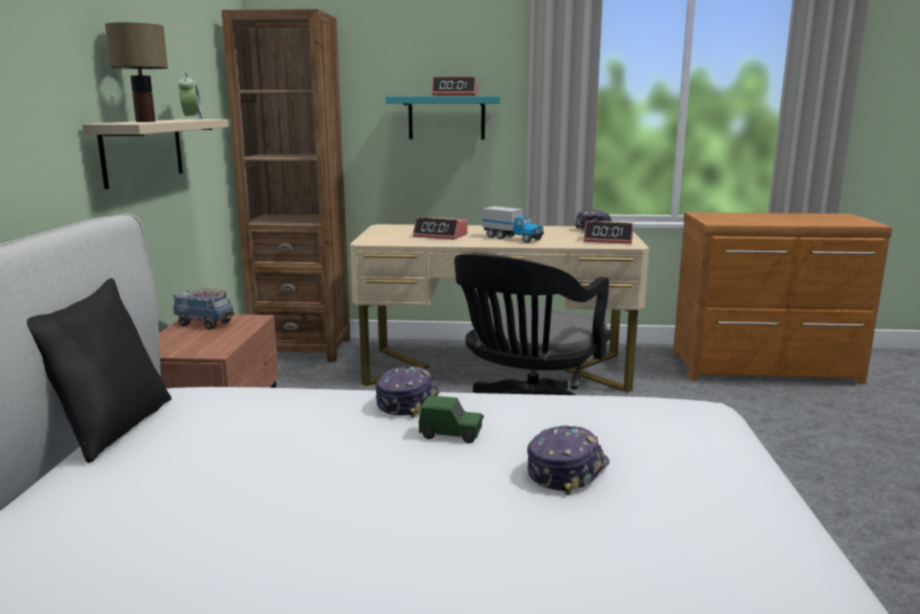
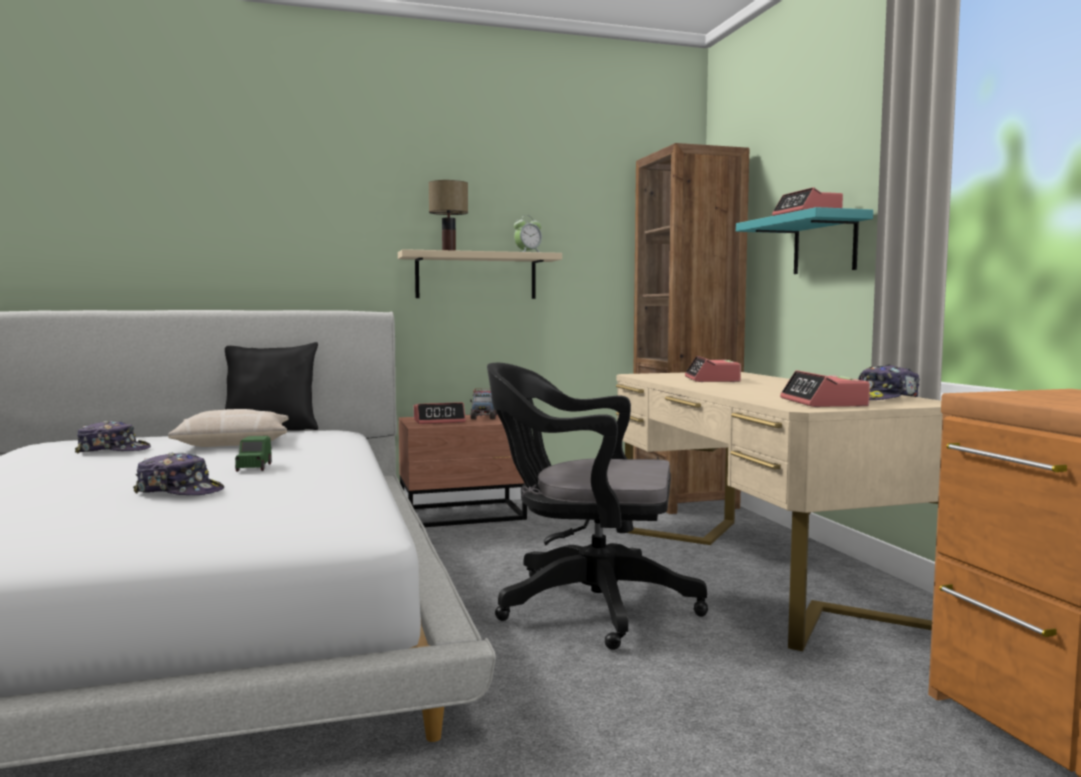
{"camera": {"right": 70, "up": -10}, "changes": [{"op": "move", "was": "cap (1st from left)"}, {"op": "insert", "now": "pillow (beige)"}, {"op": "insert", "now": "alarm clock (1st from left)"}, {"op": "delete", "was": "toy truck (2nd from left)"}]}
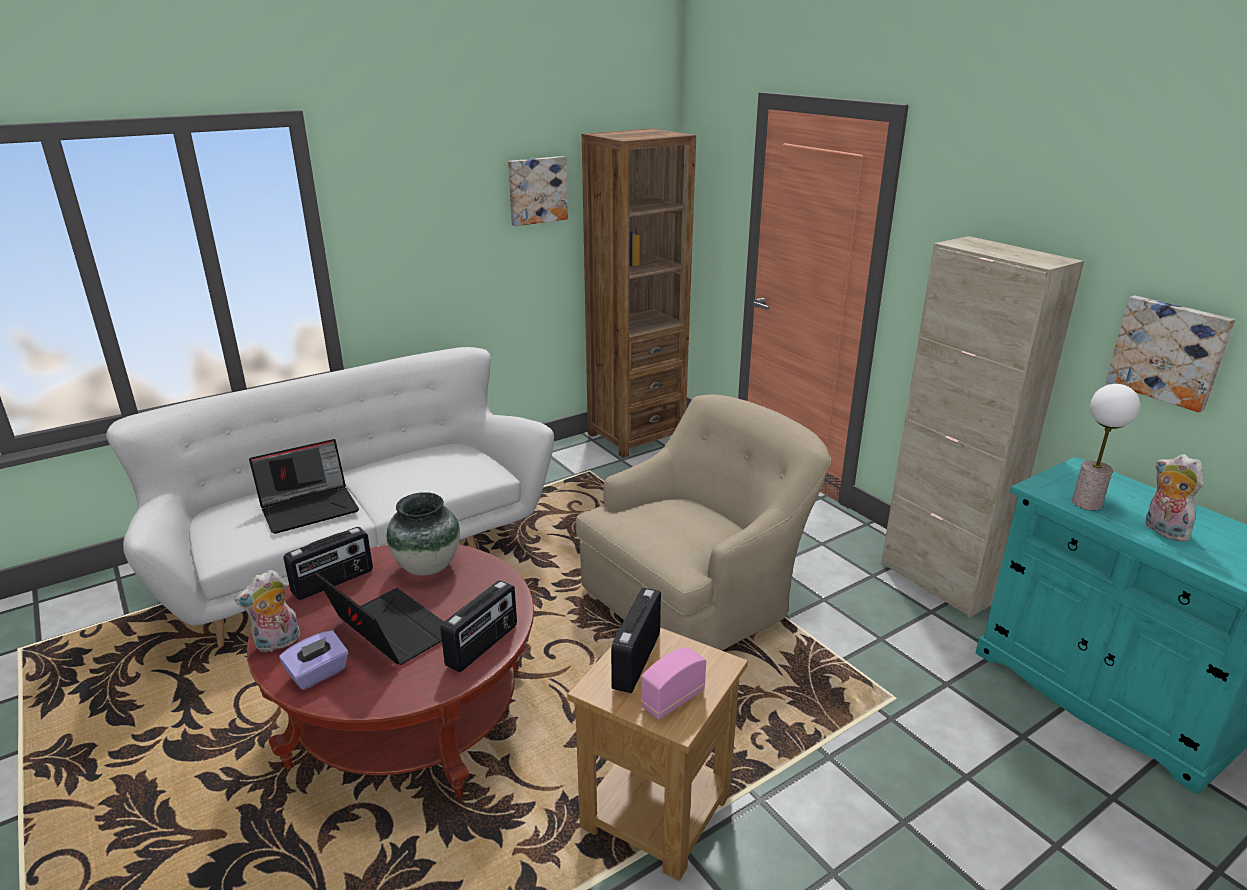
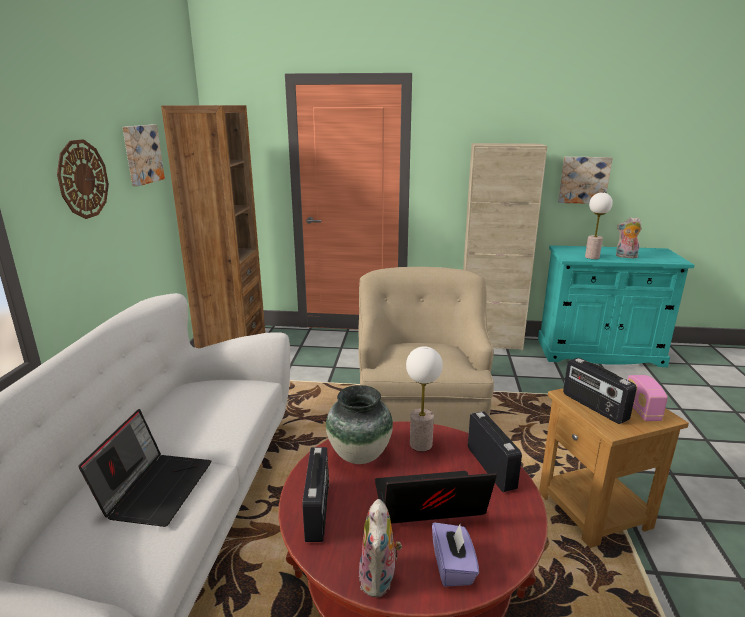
{"camera": {"right": -50, "up": -5}, "changes": [{"op": "insert", "now": "wall clock"}, {"op": "insert", "now": "table lamp (1st from left)"}]}
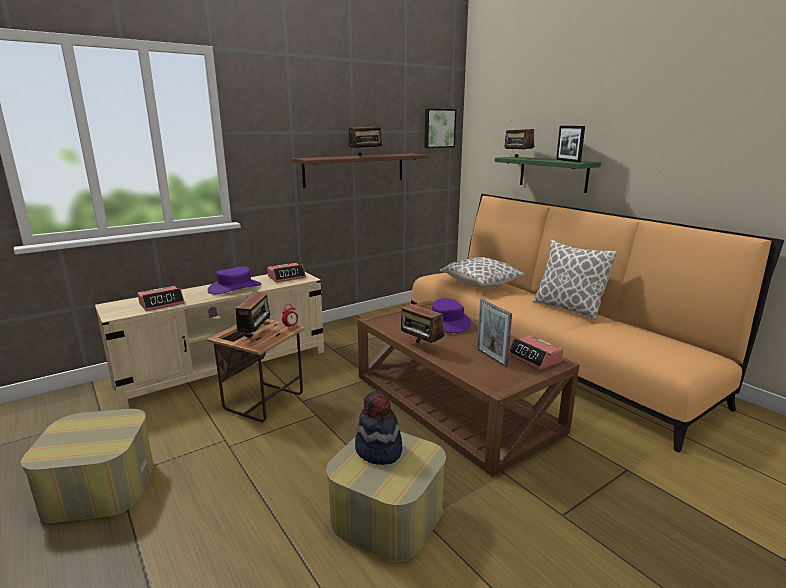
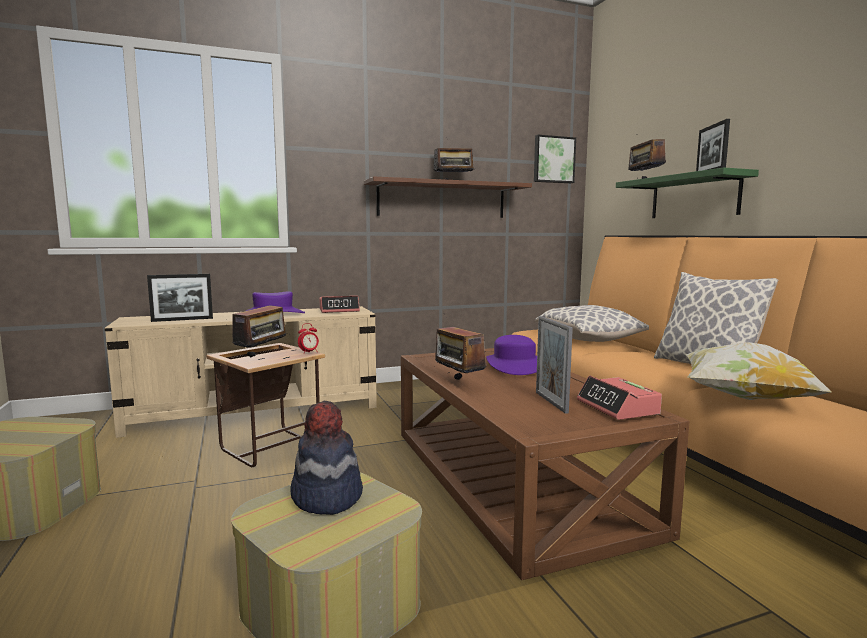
{"camera": {"right": 15, "up": -10}, "changes": [{"op": "replace", "was": "alarm clock (1st from left)", "now": "picture frame (1st from left)"}, {"op": "insert", "now": "pillow (3rd from left)"}]}
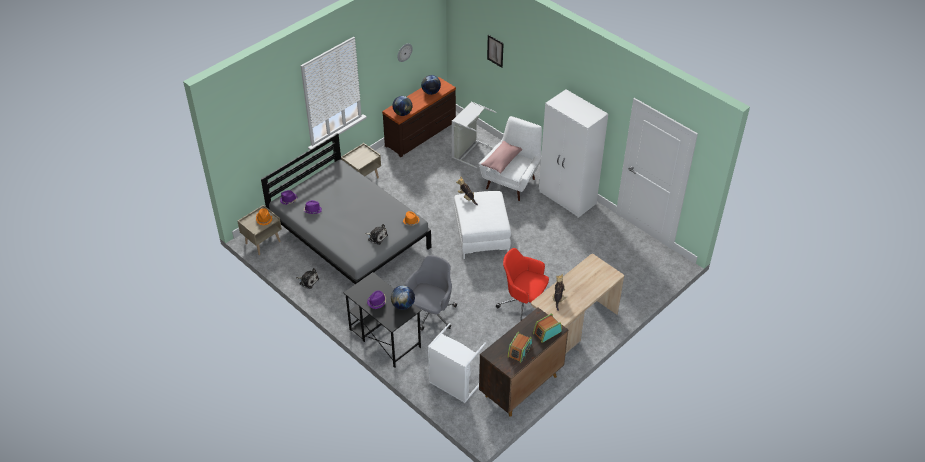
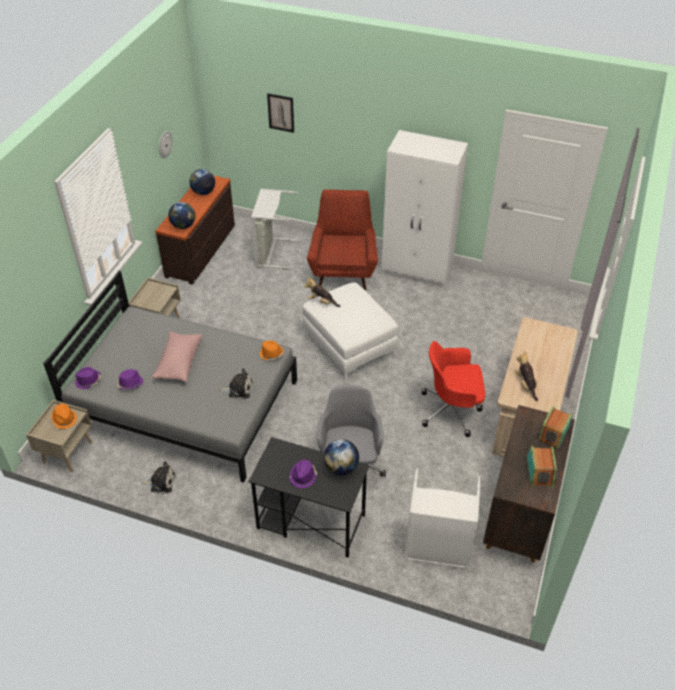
{"camera": {"right": -25, "up": 0}, "changes": [{"op": "move", "was": "pillow (pink)"}, {"op": "recolor", "was": "armchair (white)", "now": "armchair (red)"}]}
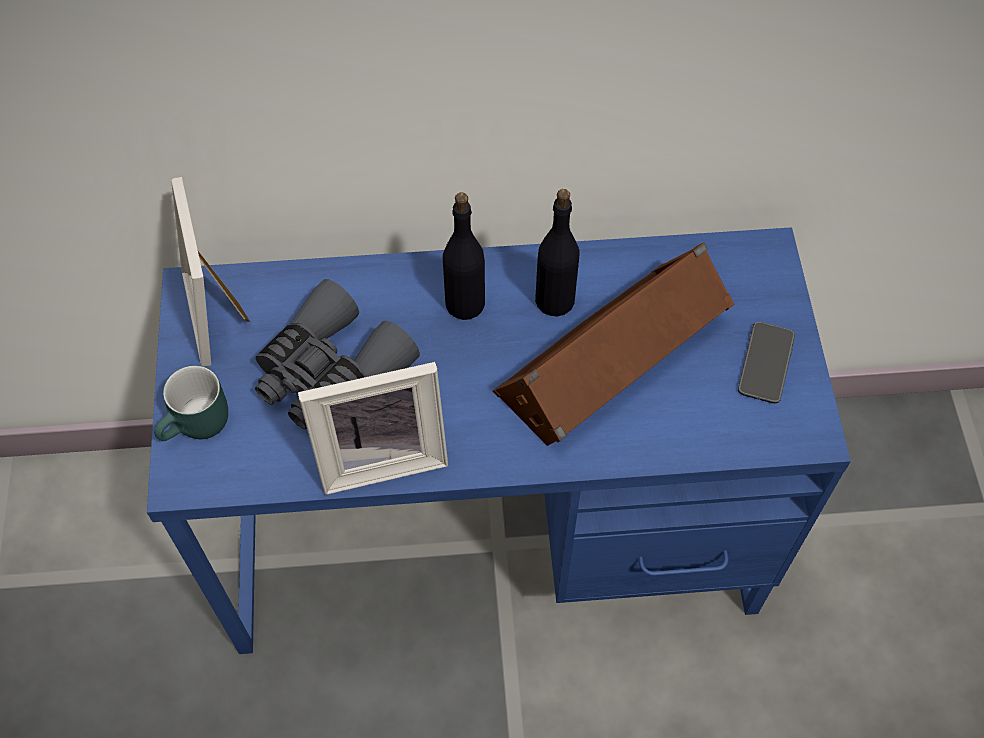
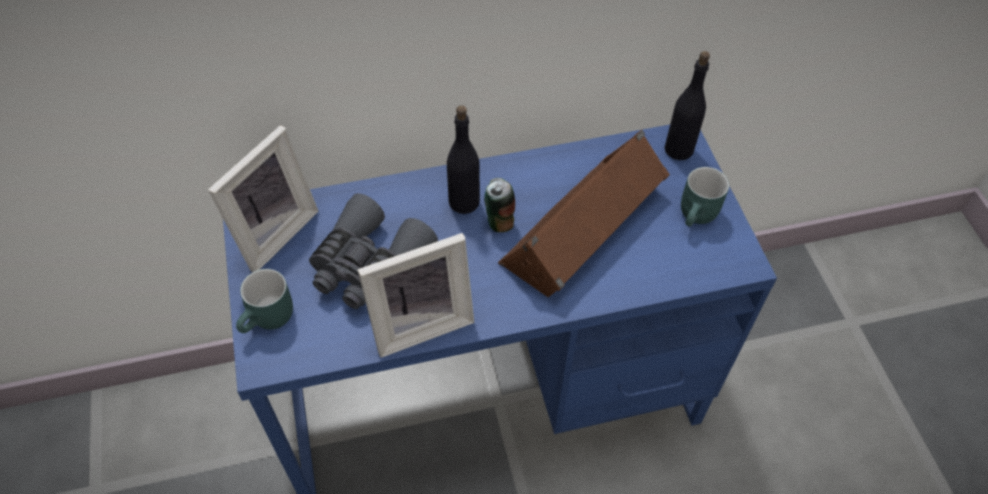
{"camera": {"right": -10, "up": -5}, "changes": [{"op": "rotate", "was": "picture frame (1st from left)", "clockwise": -120}, {"op": "insert", "now": "can"}, {"op": "move", "was": "bottle (black) (2nd from left)"}, {"op": "replace", "was": "phone", "now": "mug (turquoise) (2nd from left)"}]}
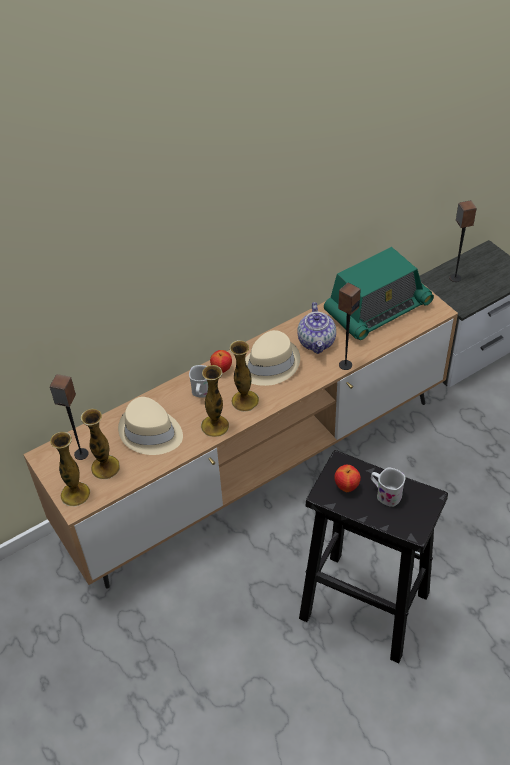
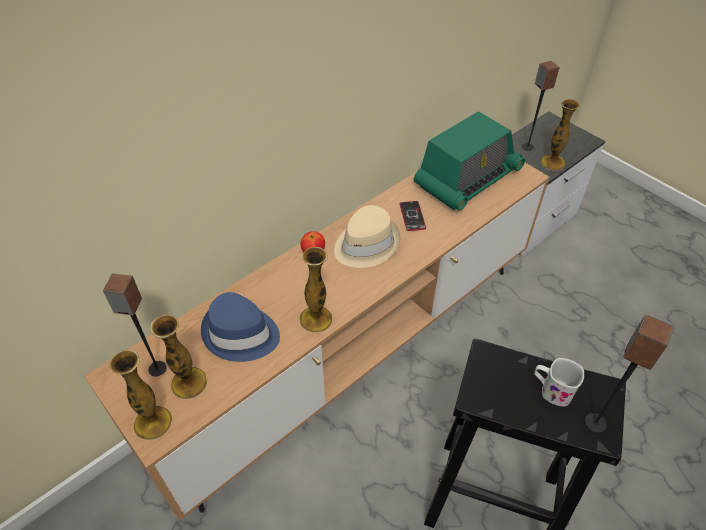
{"camera": {"right": -10, "up": 0}, "changes": [{"op": "recolor", "was": "hat (beige) (1st from left)", "now": "hat (blue)"}, {"op": "replace", "was": "teapot", "now": "phone"}, {"op": "move", "was": "vase (4th from left)"}, {"op": "move", "was": "speaker (2nd from left in the first image)", "now": "speaker (3rd from left)"}, {"op": "delete", "was": "mug (white) (1st from left)"}, {"op": "delete", "was": "apple (2nd from left)"}]}
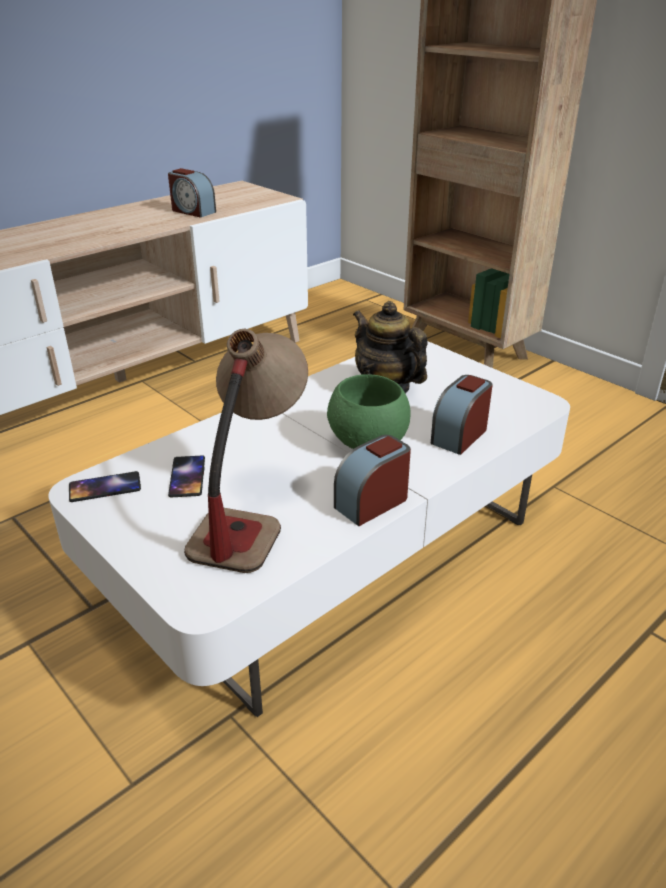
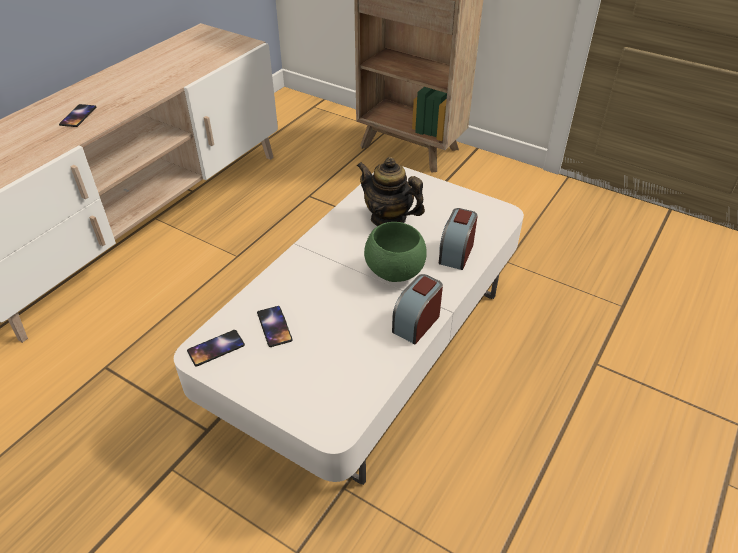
{"camera": {"right": -15, "up": 10}, "changes": [{"op": "insert", "now": "phone (1st from left)"}, {"op": "delete", "was": "alarm clock (1st from left)"}, {"op": "delete", "was": "table lamp"}]}
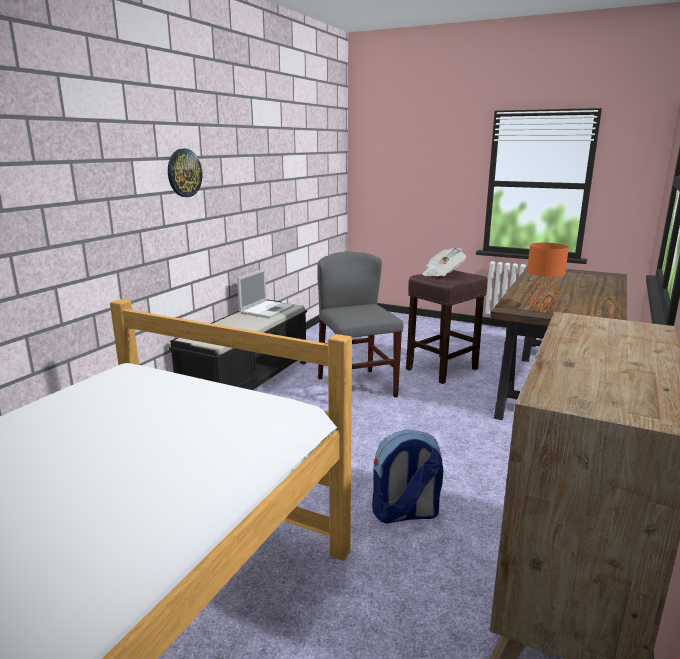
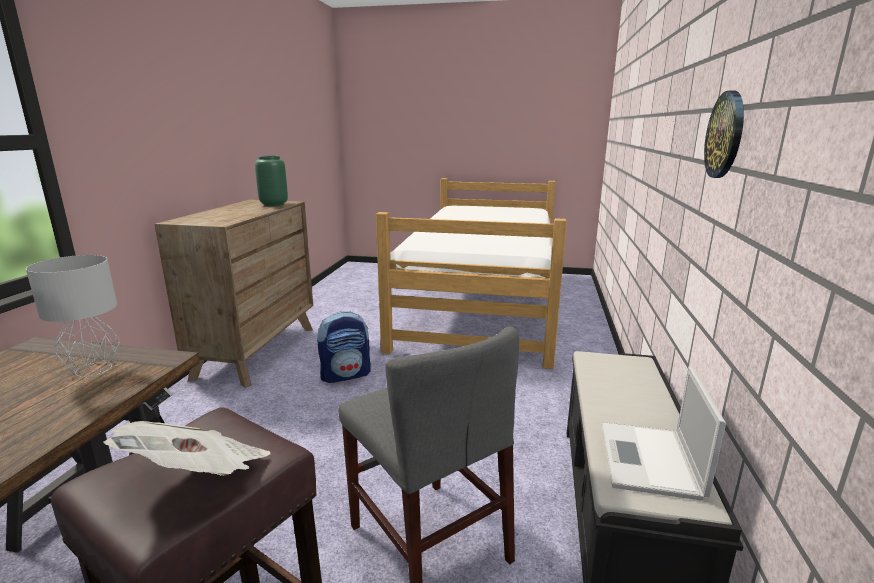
{"camera": {"right": 165, "up": 0}, "changes": [{"op": "recolor", "was": "table lamp (orange)", "now": "table lamp (grey)"}, {"op": "insert", "now": "vase (green)"}]}
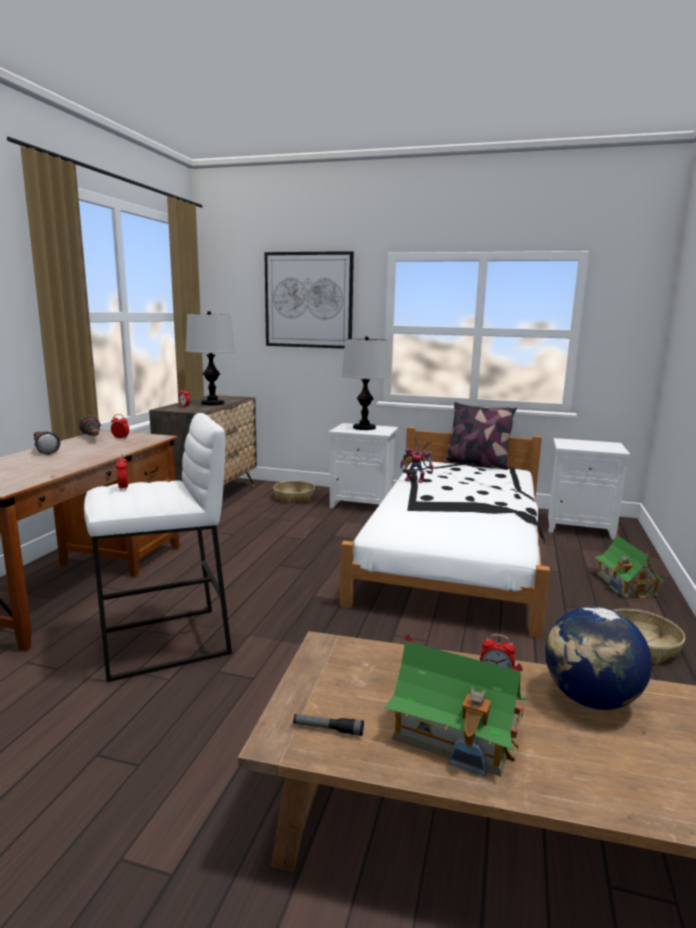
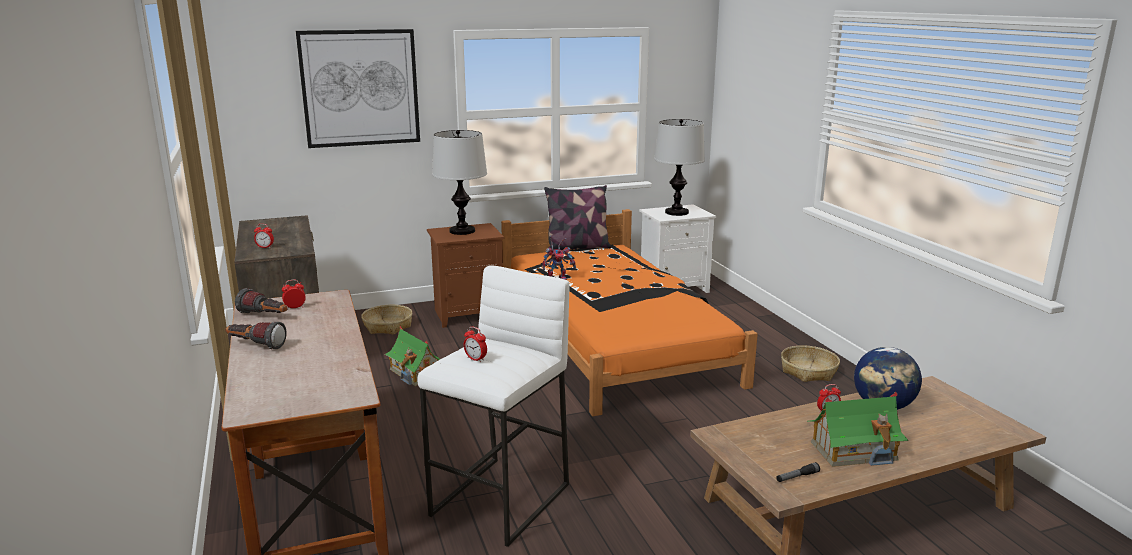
{"camera": {"right": -35, "up": 5}, "changes": [{"op": "move", "was": "toy house (2nd from left in the first image)", "now": "toy house (1st from left)"}, {"op": "recolor", "was": "nightstand (white) (1st from left)", "now": "nightstand (brown)"}, {"op": "recolor", "was": "bed (white)", "now": "bed (orange)"}, {"op": "move", "was": "table lamp (1st from left in the first image)", "now": "table lamp (2nd from left)"}]}
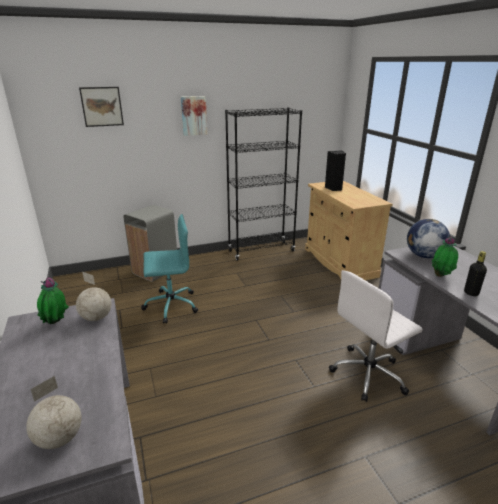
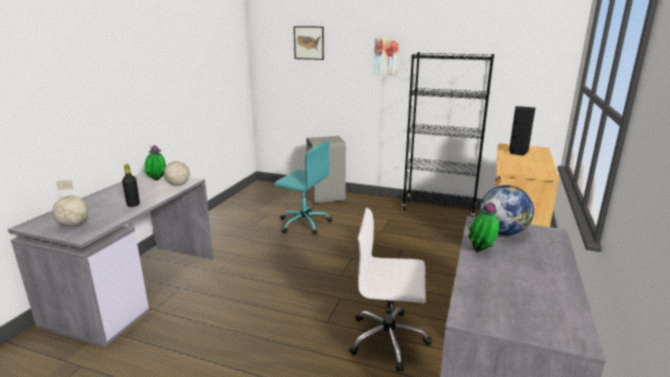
{"camera": {"right": 40, "up": -5}, "changes": [{"op": "move", "was": "bottle (black)"}]}
